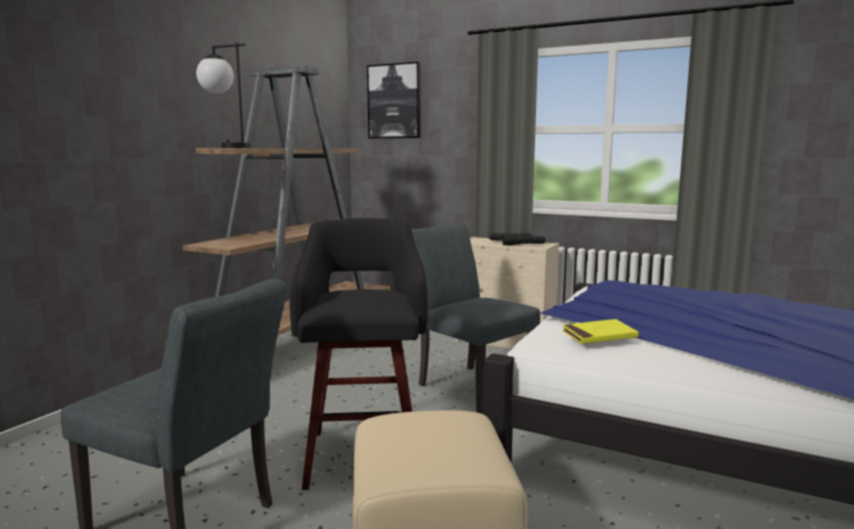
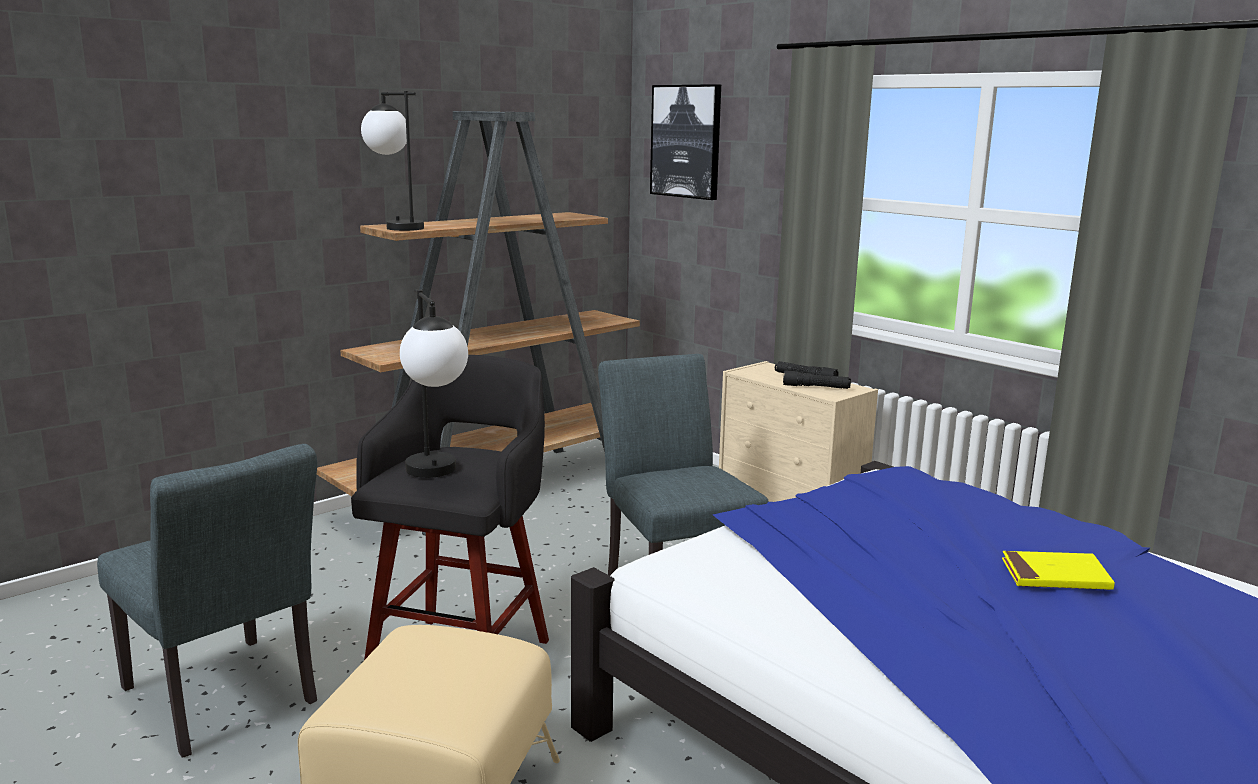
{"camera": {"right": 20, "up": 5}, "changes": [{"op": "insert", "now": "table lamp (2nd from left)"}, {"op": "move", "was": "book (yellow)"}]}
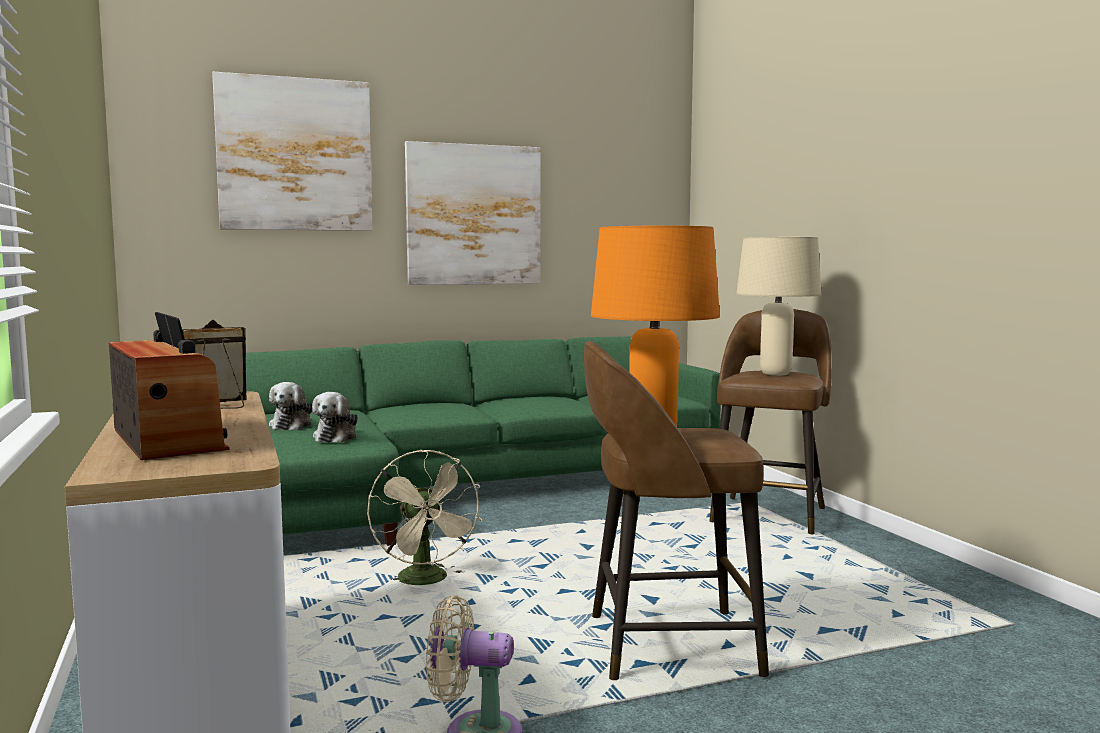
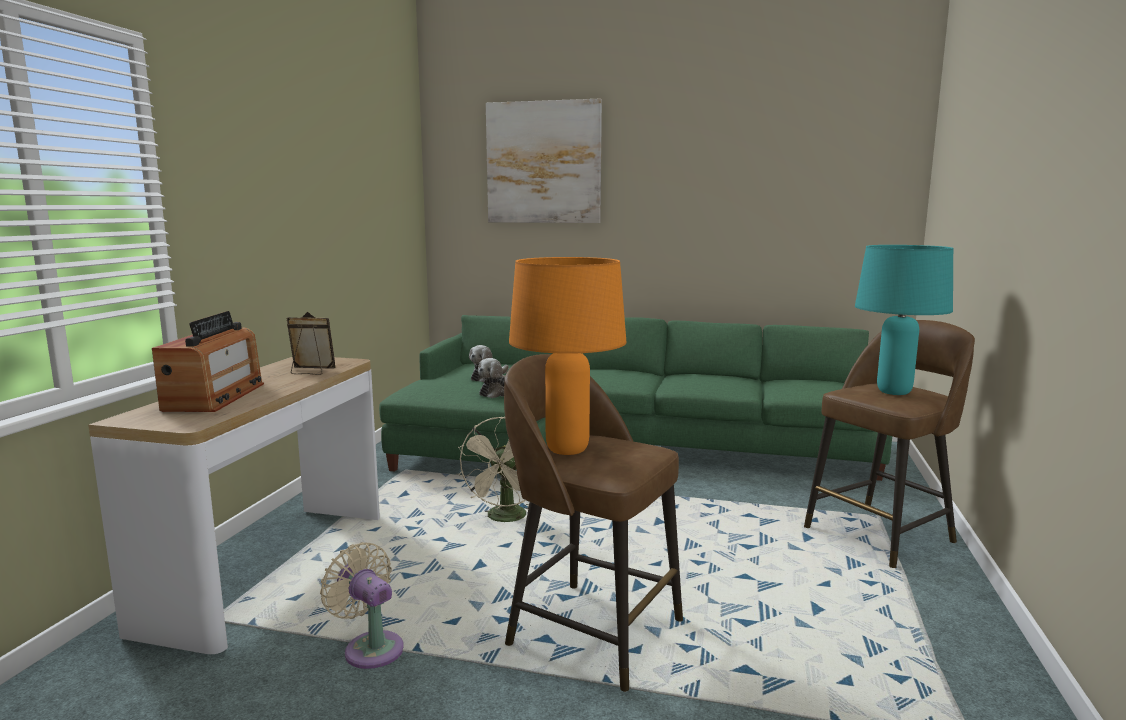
{"camera": {"right": 35, "up": 5}, "changes": [{"op": "recolor", "was": "table lamp (beige)", "now": "table lamp (turquoise)"}, {"op": "delete", "was": "picture (2nd from left)"}]}
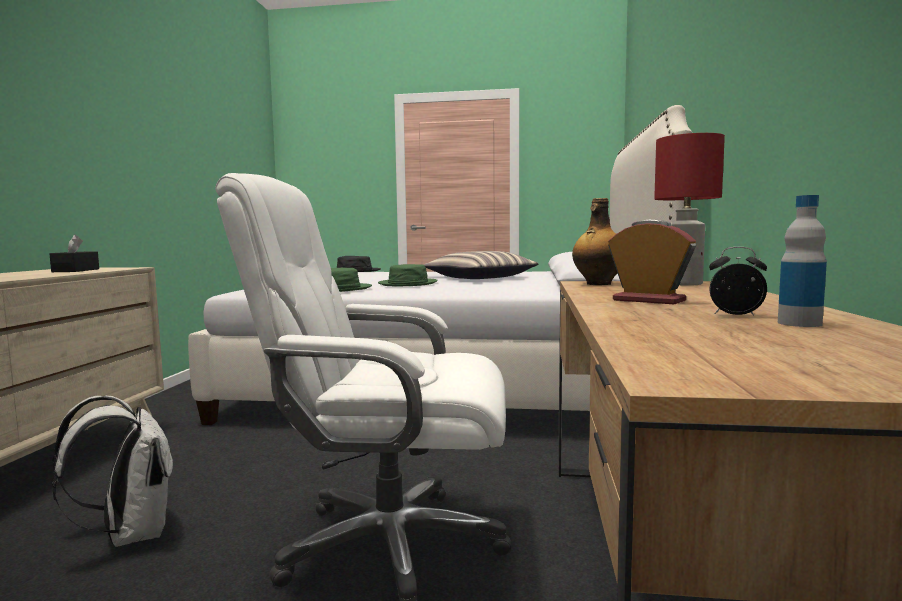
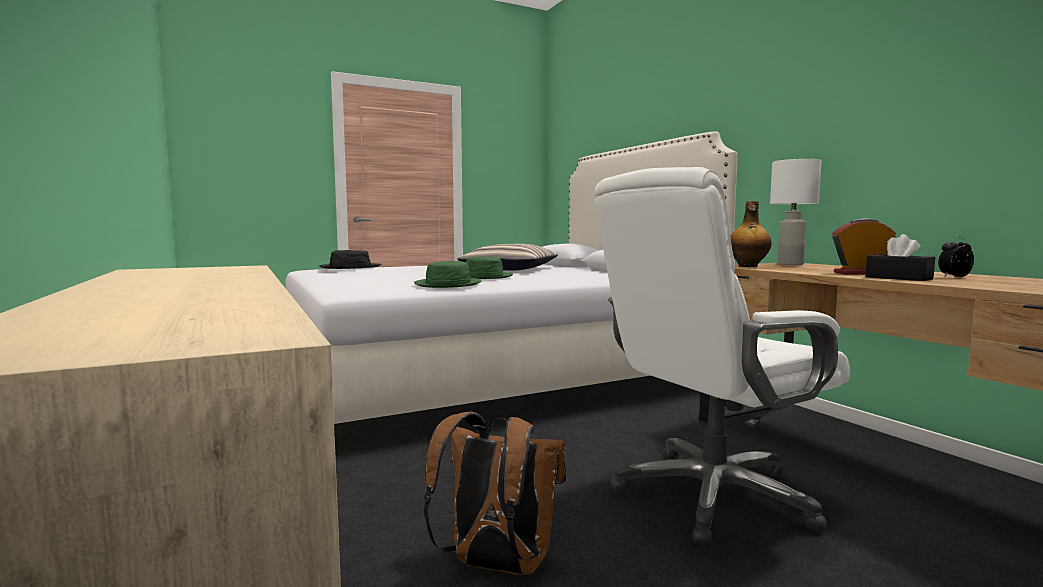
{"camera": {"right": -35, "up": 0}, "changes": [{"op": "recolor", "was": "backpack (white)", "now": "backpack (brown)"}, {"op": "recolor", "was": "table lamp (red)", "now": "table lamp (white)"}, {"op": "move", "was": "tissue box (black)"}, {"op": "delete", "was": "bottle (2nd from left)"}]}
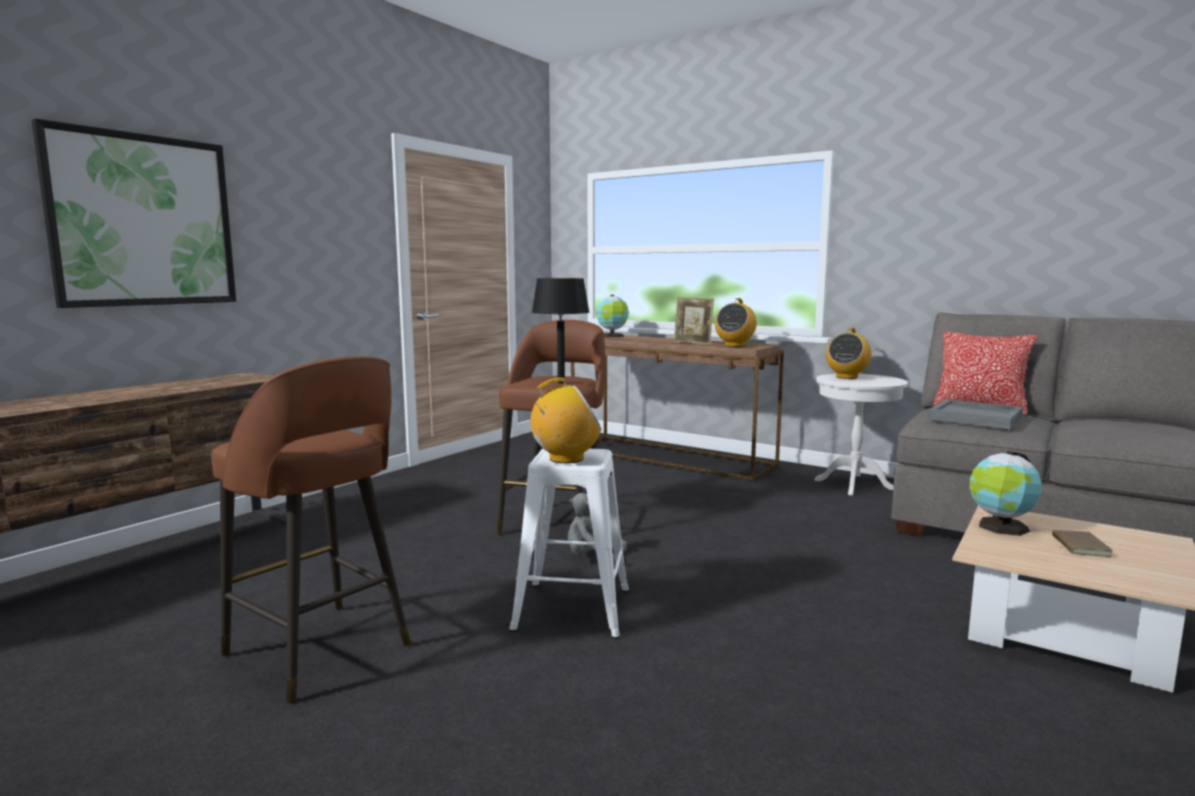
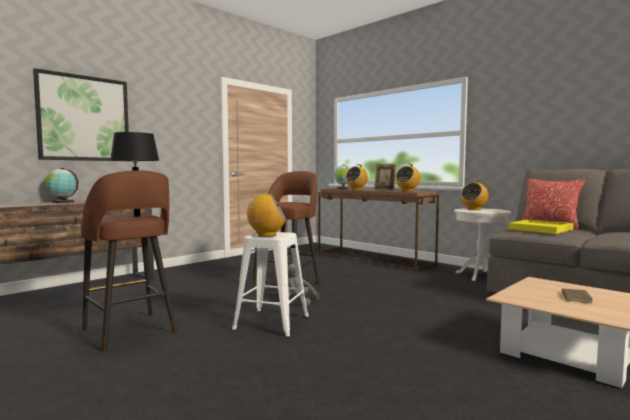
{"camera": {"right": 10, "up": -5}, "changes": [{"op": "move", "was": "globe (2nd from left in the first image)", "now": "globe (1st from left)"}, {"op": "move", "was": "table lamp (black)"}, {"op": "insert", "now": "radio (2nd from left)"}, {"op": "recolor", "was": "tray (grey)", "now": "tray (yellow)"}]}
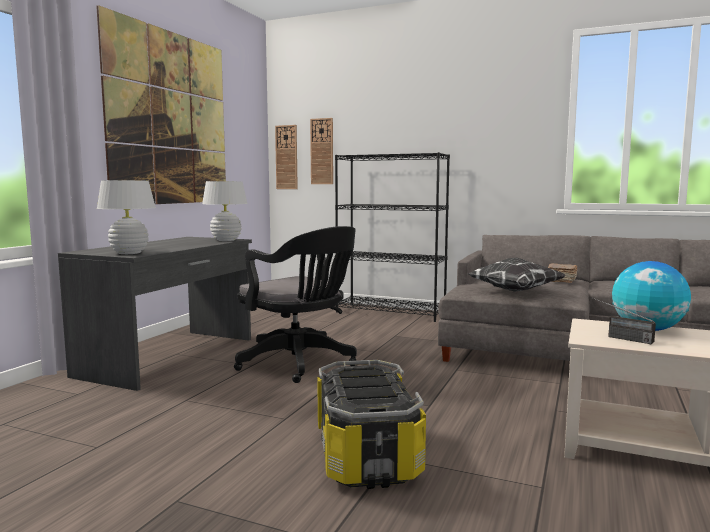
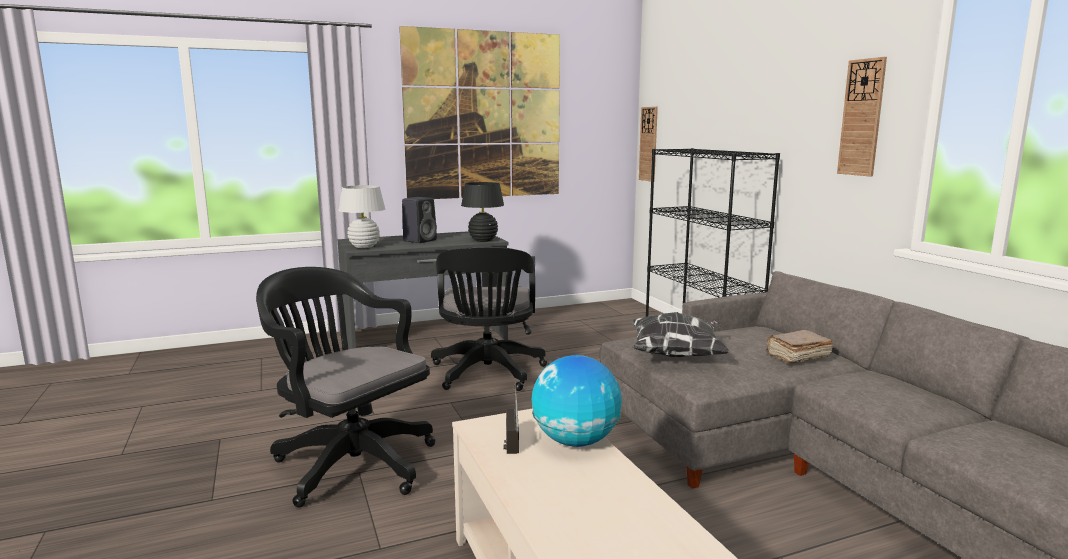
{"camera": {"right": 45, "up": 5}, "changes": [{"op": "replace", "was": "storage box", "now": "office chair (black) (1st from left)"}, {"op": "insert", "now": "speaker (black)"}, {"op": "recolor", "was": "table lamp (white) (2nd from left)", "now": "table lamp (black)"}, {"op": "move", "was": "wall clock (2nd from left)"}]}
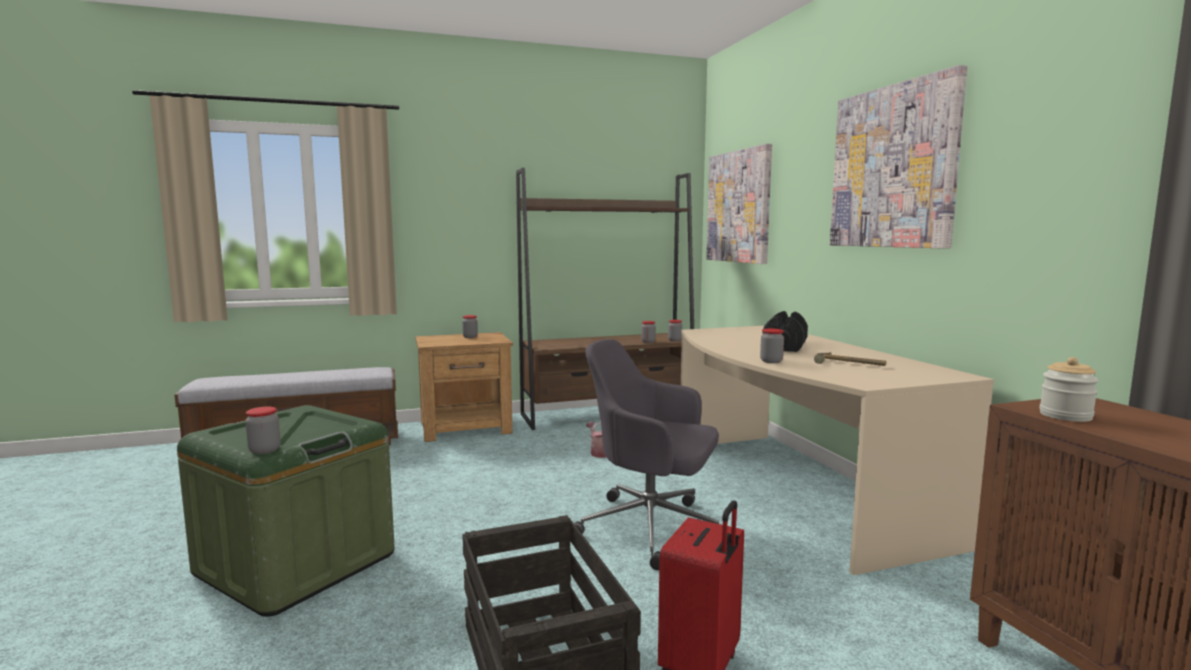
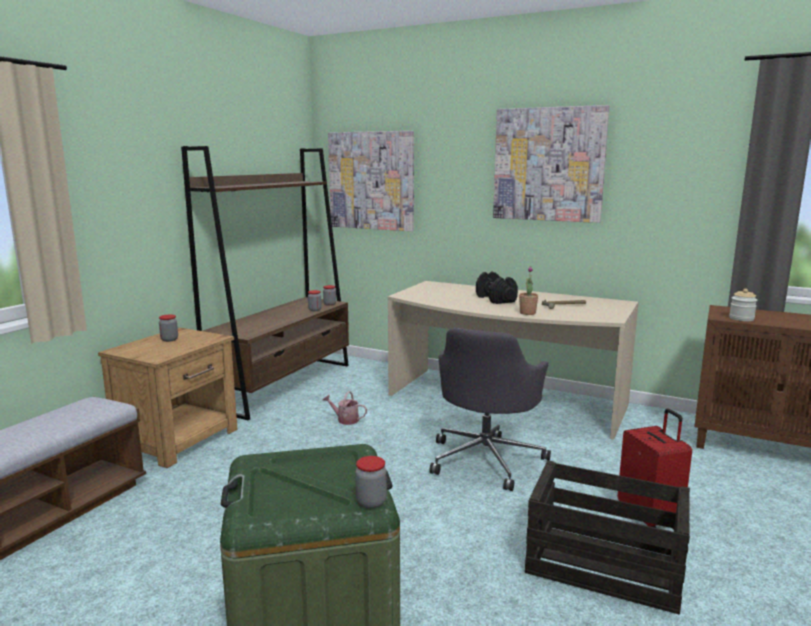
{"camera": {"right": -45, "up": 5}, "changes": [{"op": "rotate", "was": "office chair (grey)", "clockwise": -45}, {"op": "replace", "was": "jar (5th from left)", "now": "potted plant"}]}
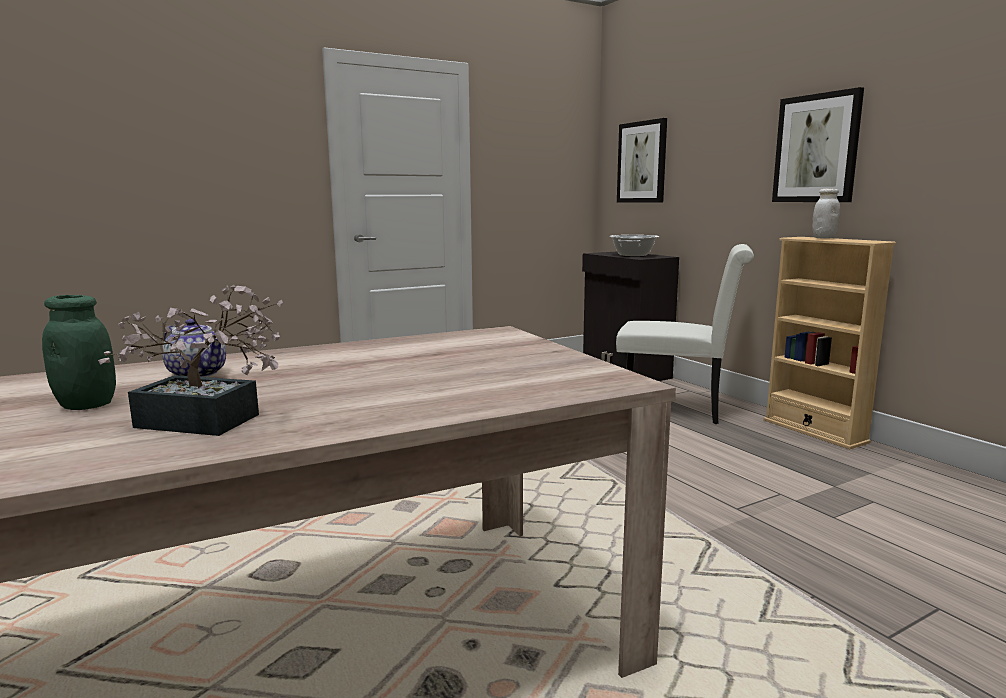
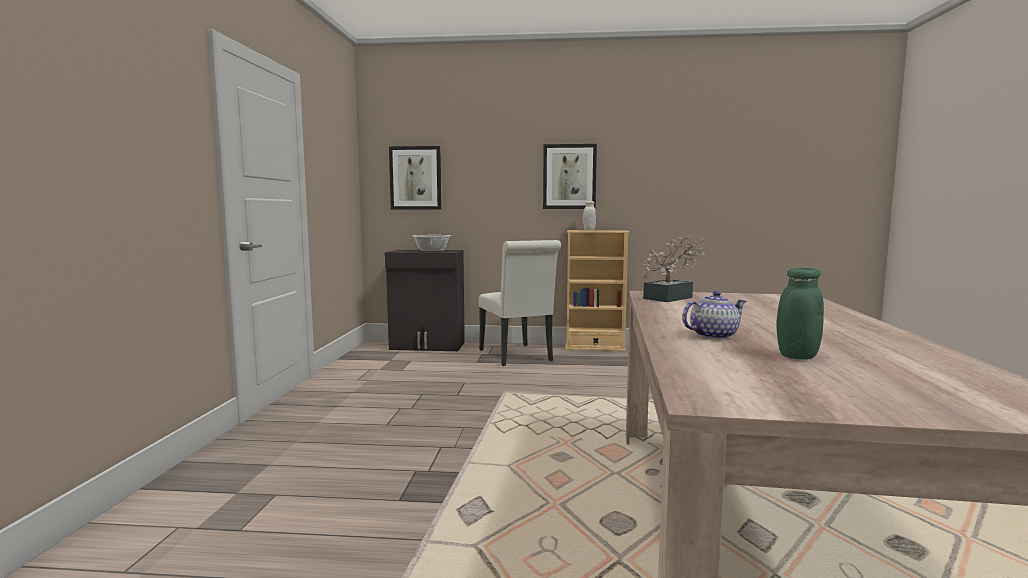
{"camera": {"right": -55, "up": -5}, "changes": [{"op": "rotate", "was": "chair (white)", "clockwise": 105}, {"op": "move", "was": "potted plant"}]}
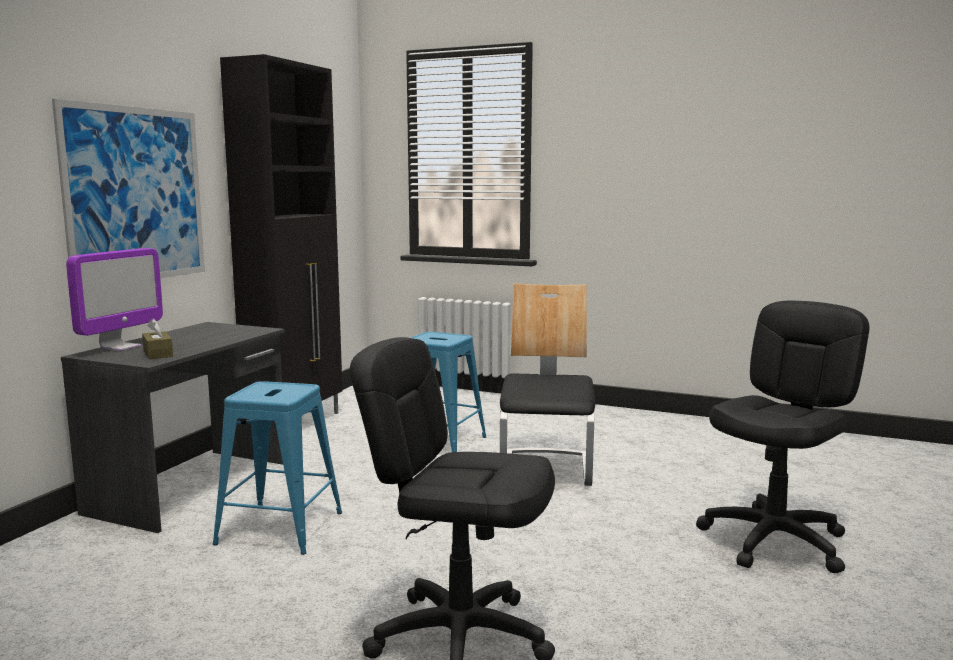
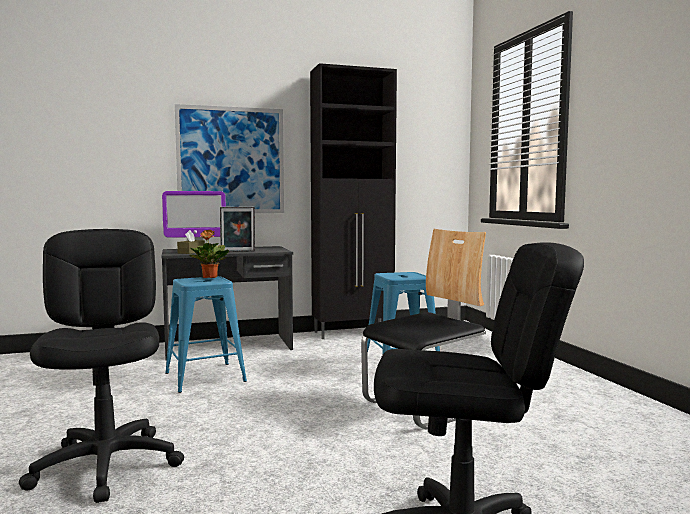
{"camera": {"right": 50, "up": -5}, "changes": [{"op": "insert", "now": "potted plant"}, {"op": "insert", "now": "picture frame"}]}
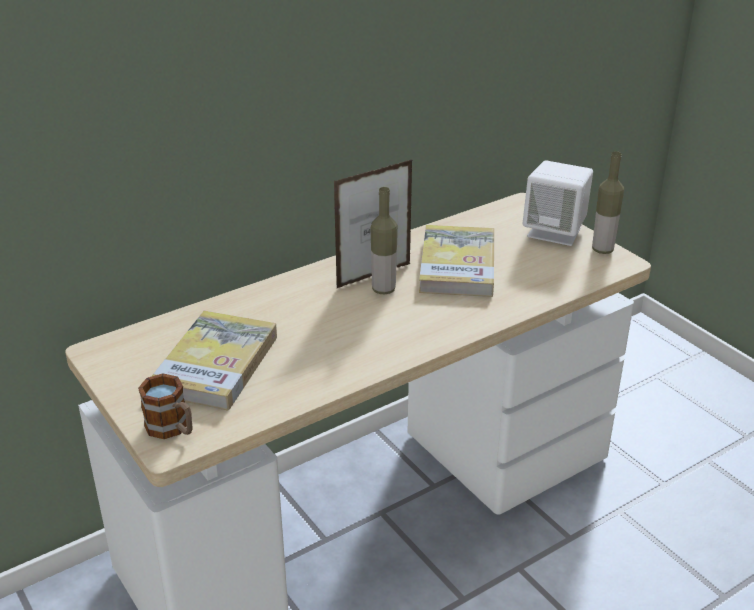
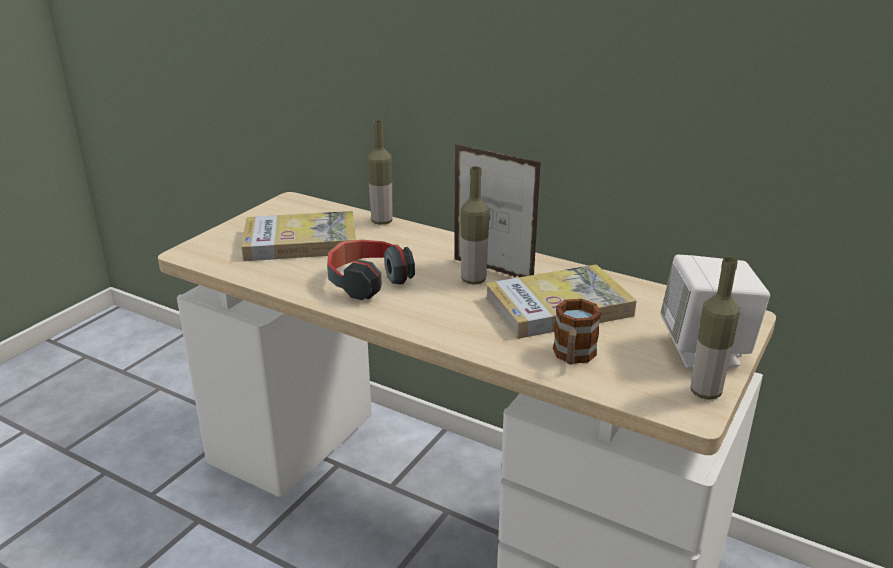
{"camera": {"right": 65, "up": -5}, "changes": [{"op": "insert", "now": "headphones"}, {"op": "insert", "now": "bottle (1st from left)"}, {"op": "move", "was": "mug"}]}
